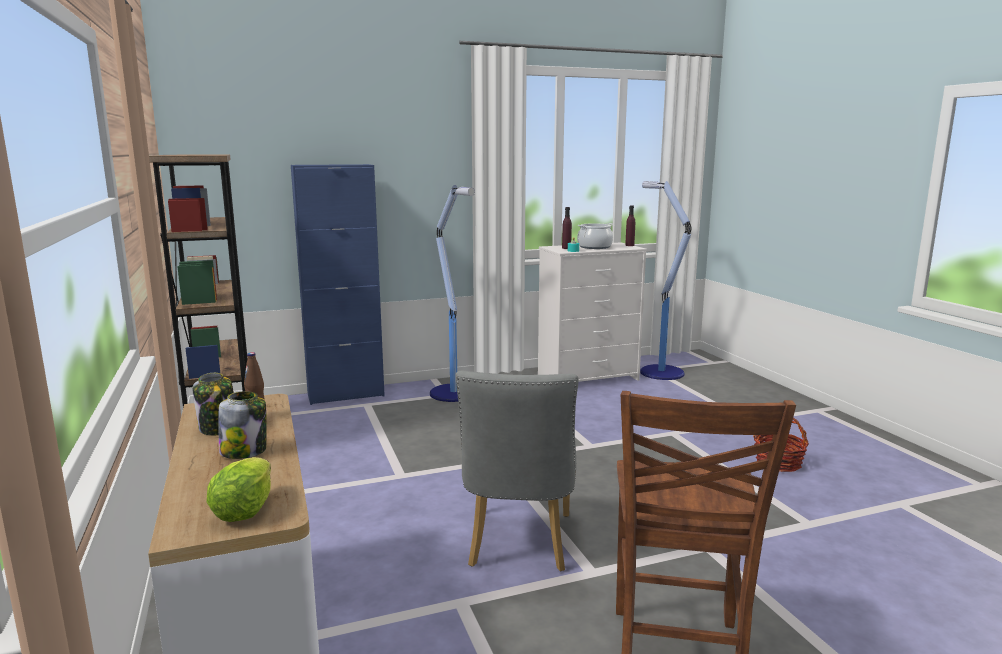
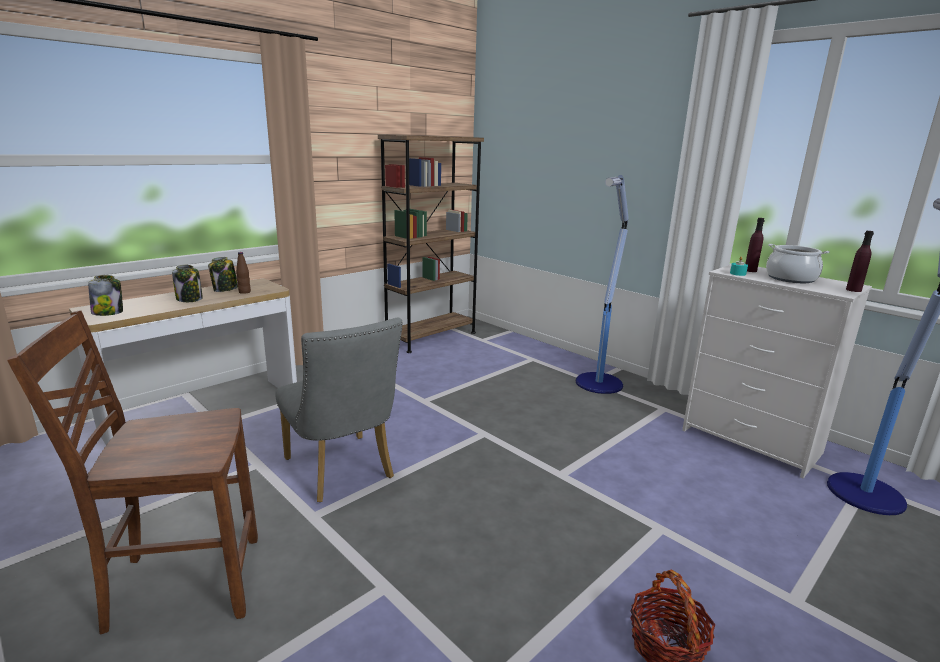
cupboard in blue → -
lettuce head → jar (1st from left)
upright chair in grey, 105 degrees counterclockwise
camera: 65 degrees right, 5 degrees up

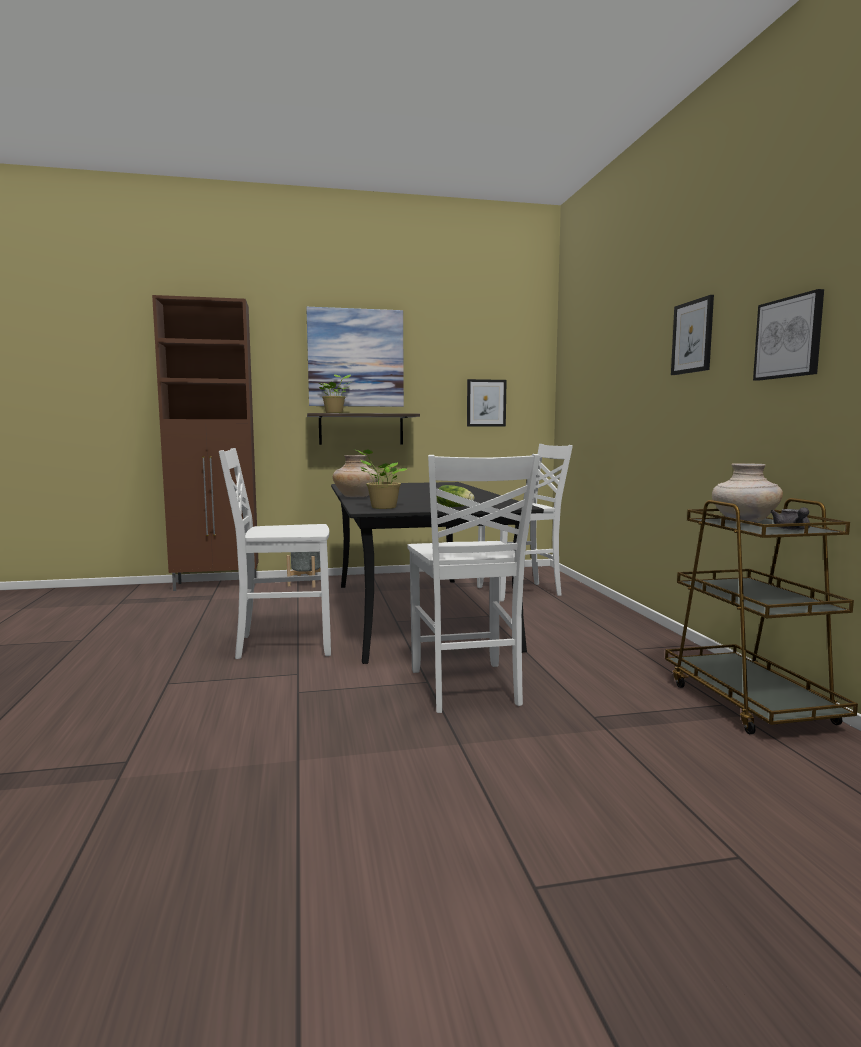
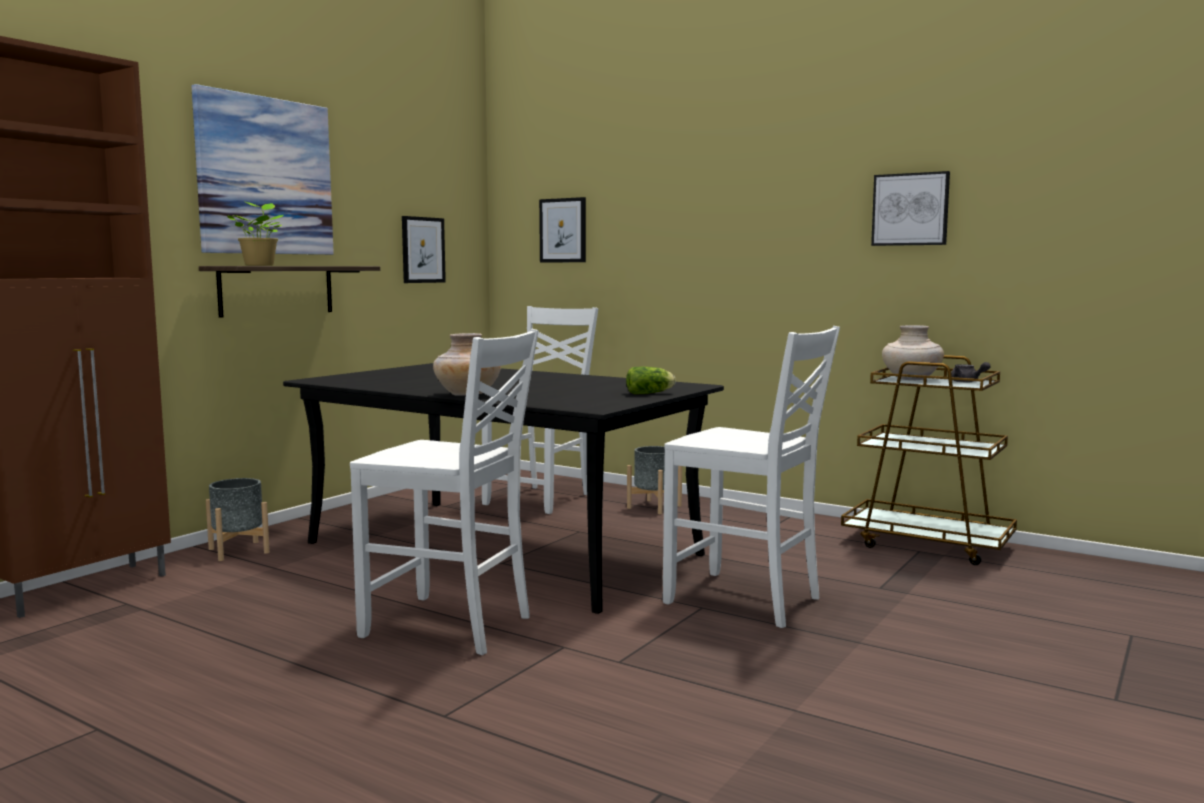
houseplant (2nd from left) → -
- → plant pot in grey (2nd from left)
picture (3rd from left), move
upright chair in whitish (1st from left), 105 degrees counterclockwise
camera: 45 degrees left, 0 degrees up

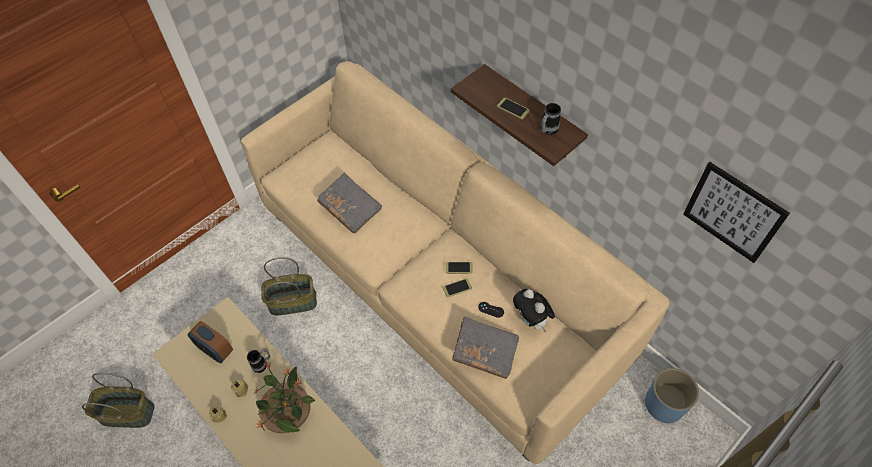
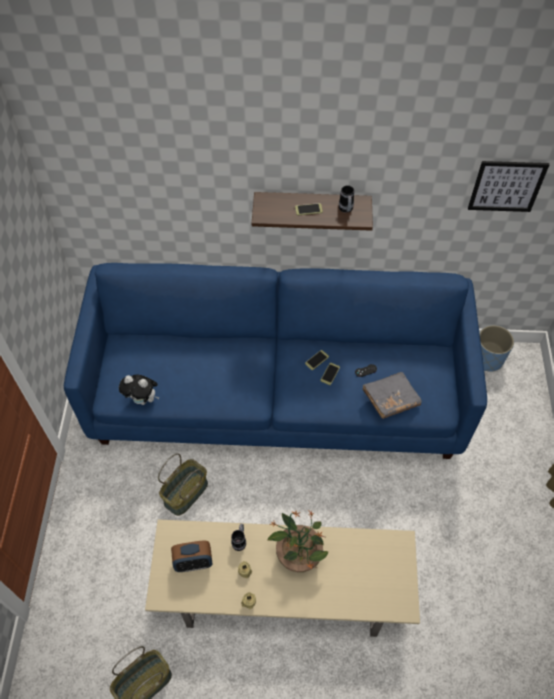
book in grey (1st from left) → -
soft toy, move
sofa in sand-coloured → sofa in blue
camera: 45 degrees left, 0 degrees up

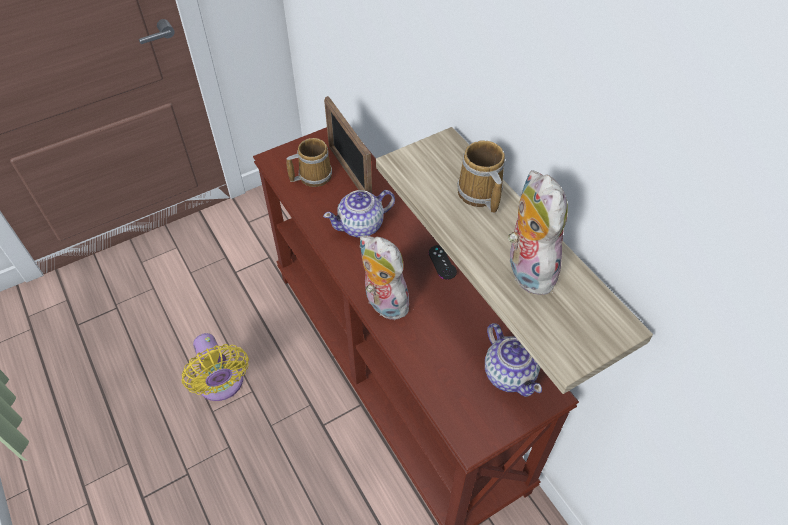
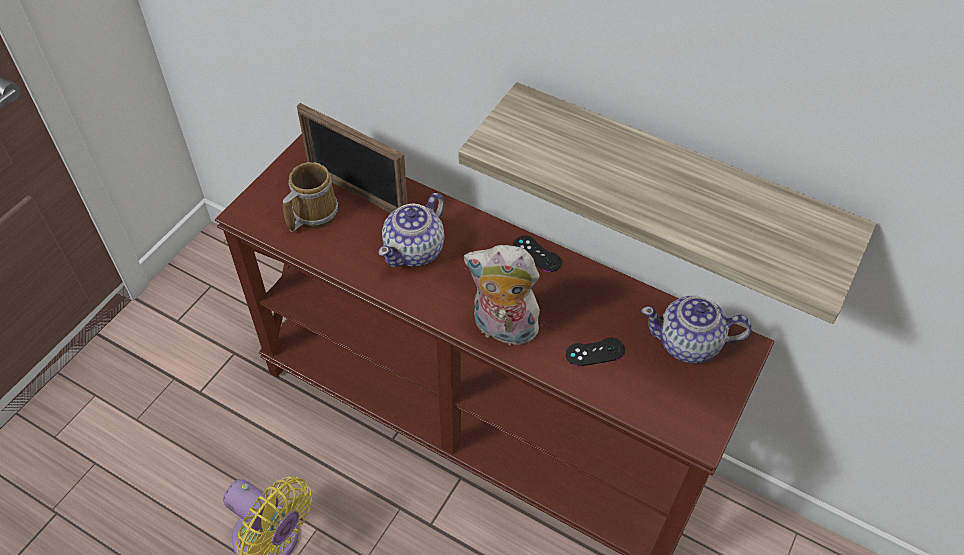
tea mug (2nd from left) → -
soft toy (2nd from left) → -
- → joypad in black-coloured (2nd from left)
tea pot (2nd from left), 150 degrees clockwise
camera: 30 degrees left, 0 degrees up

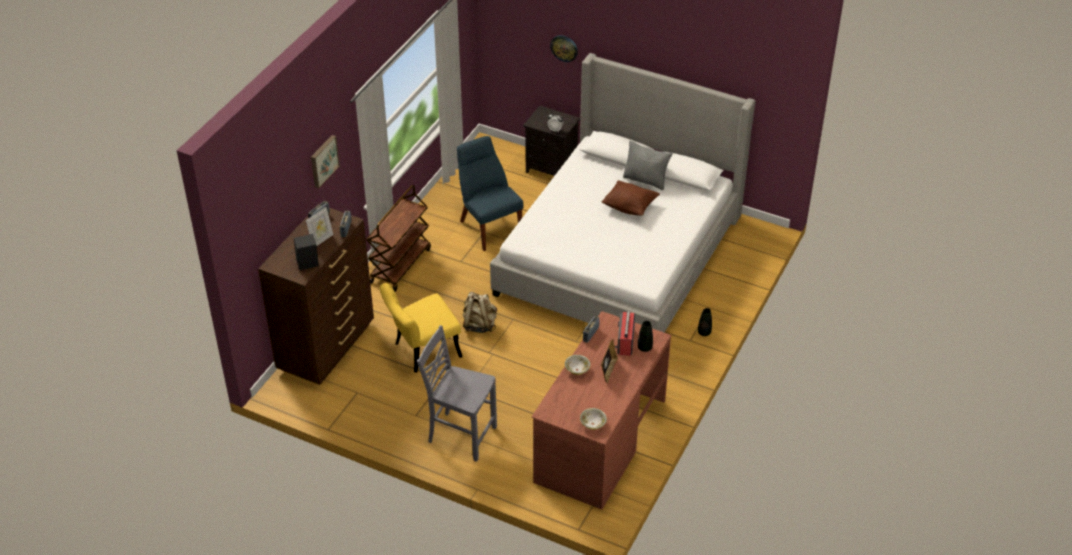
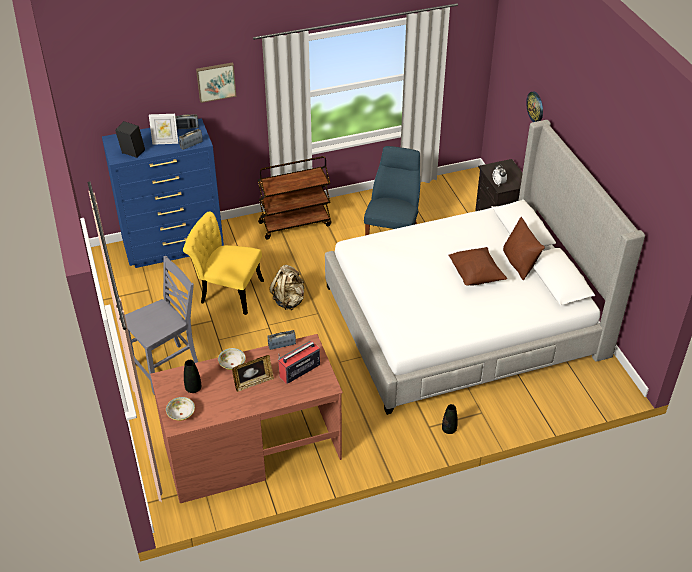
vase in black-coloured (1st from left), move
chest of drawers in brown → chest of drawers in blue
cushion in grey → cushion in brown (2nd from left)
upright chair in grey, 75 degrees clockwise
camera: 45 degrees right, 0 degrees up

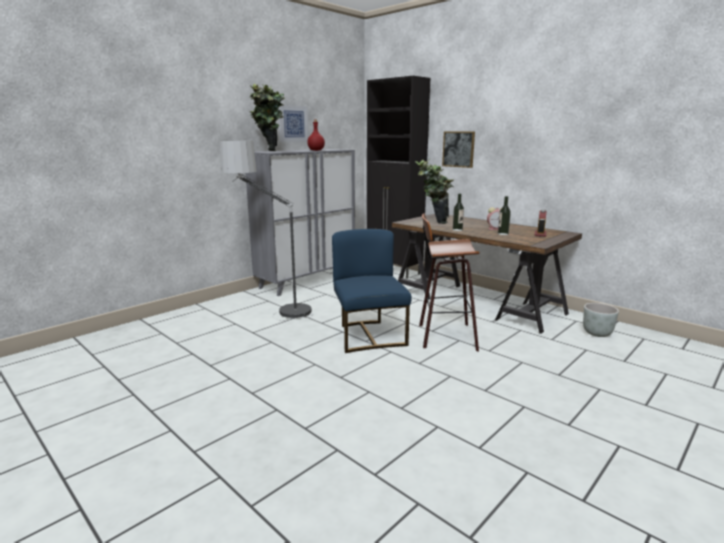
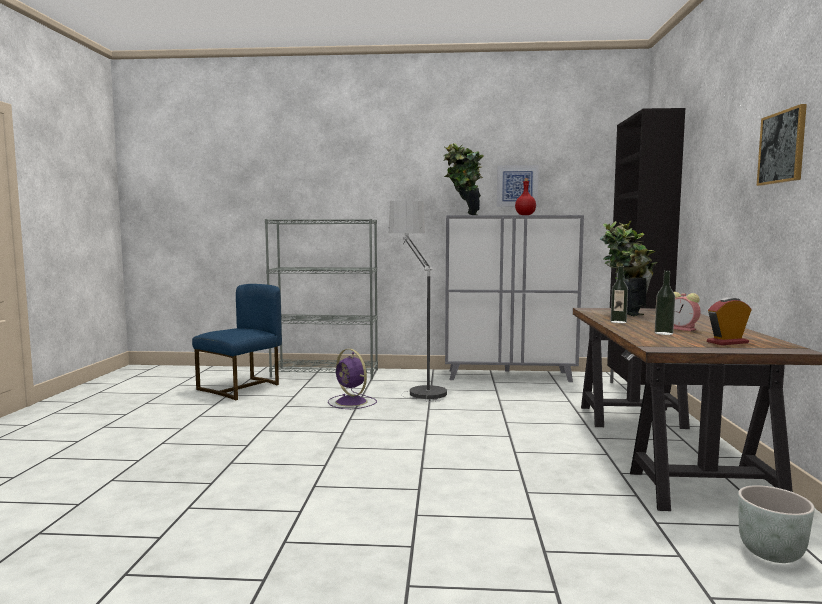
stool → -
- → bookcase in grey
- → fan in purplish
upright chair in blue, move
picture (2nd from left), move
camera: 50 degrees right, 10 degrees down

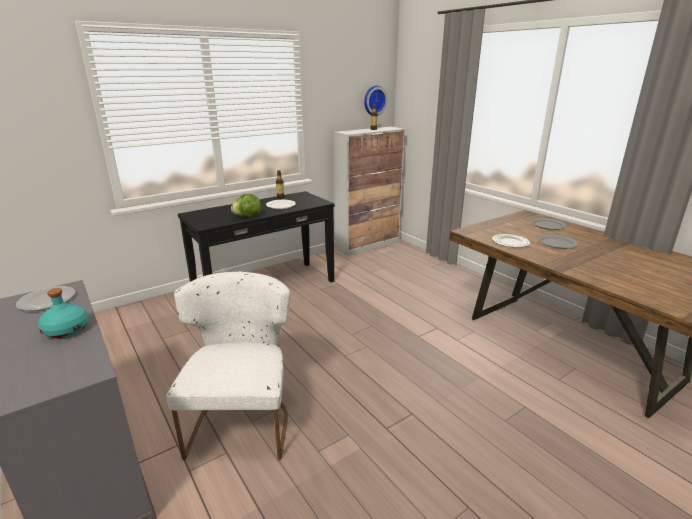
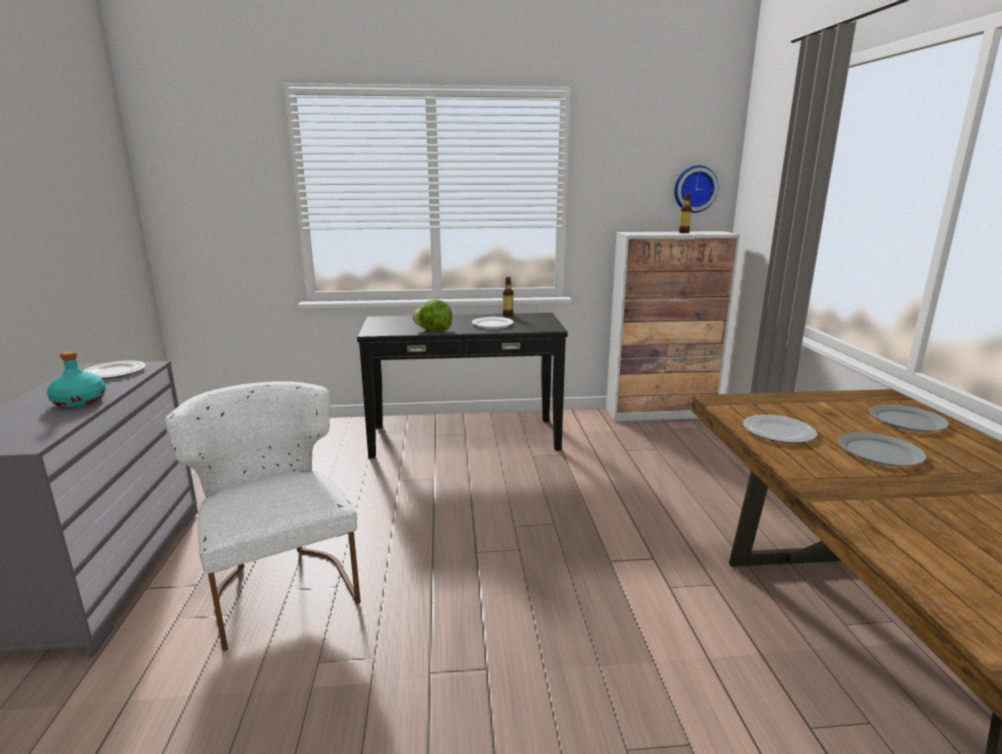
upright chair in whitish, 60 degrees counterclockwise
camera: 30 degrees right, 5 degrees down

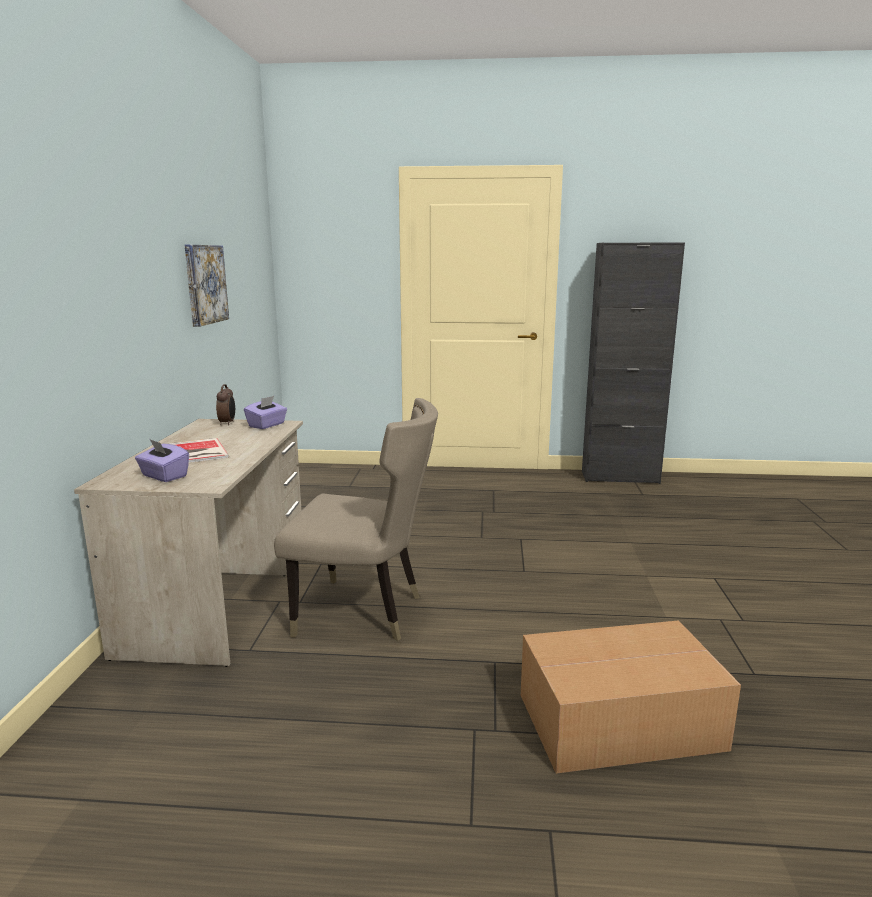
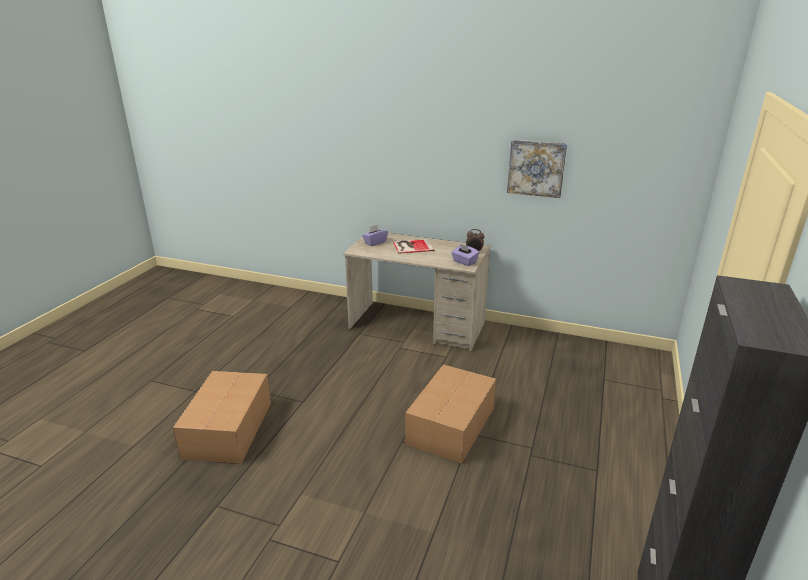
upright chair in sand-coloured → -
- → cardboard box (2nd from left)
camera: 105 degrees right, 10 degrees up

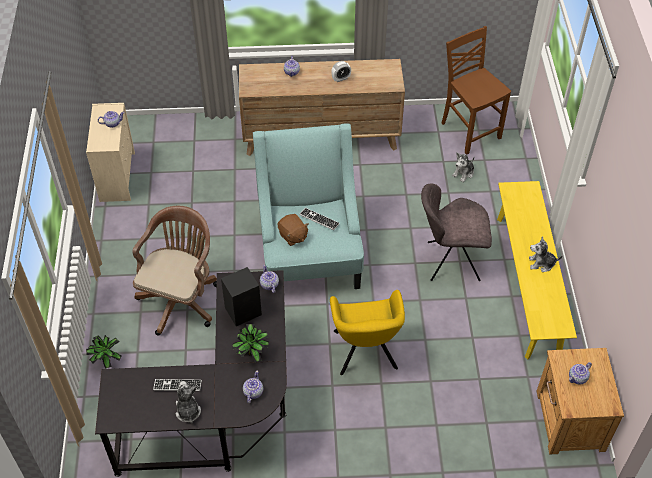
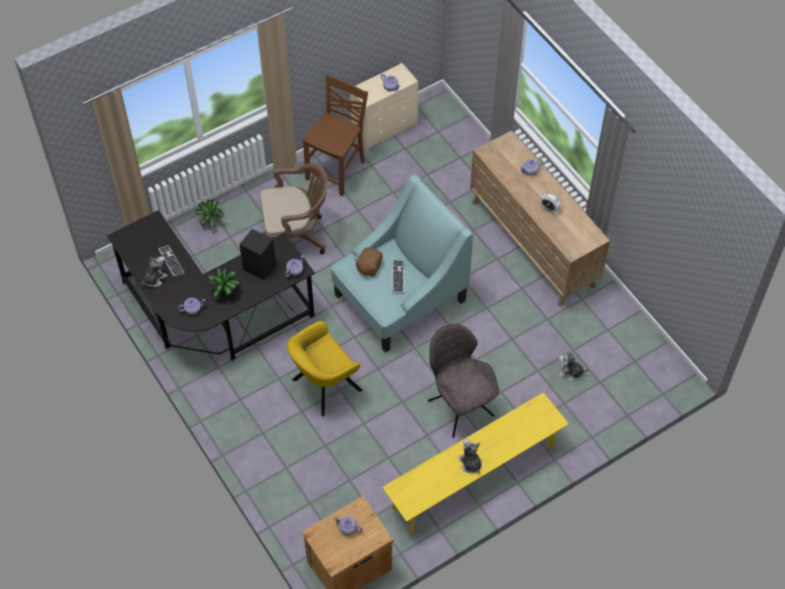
upright chair in brown, move
camera: 60 degrees right, 5 degrees up

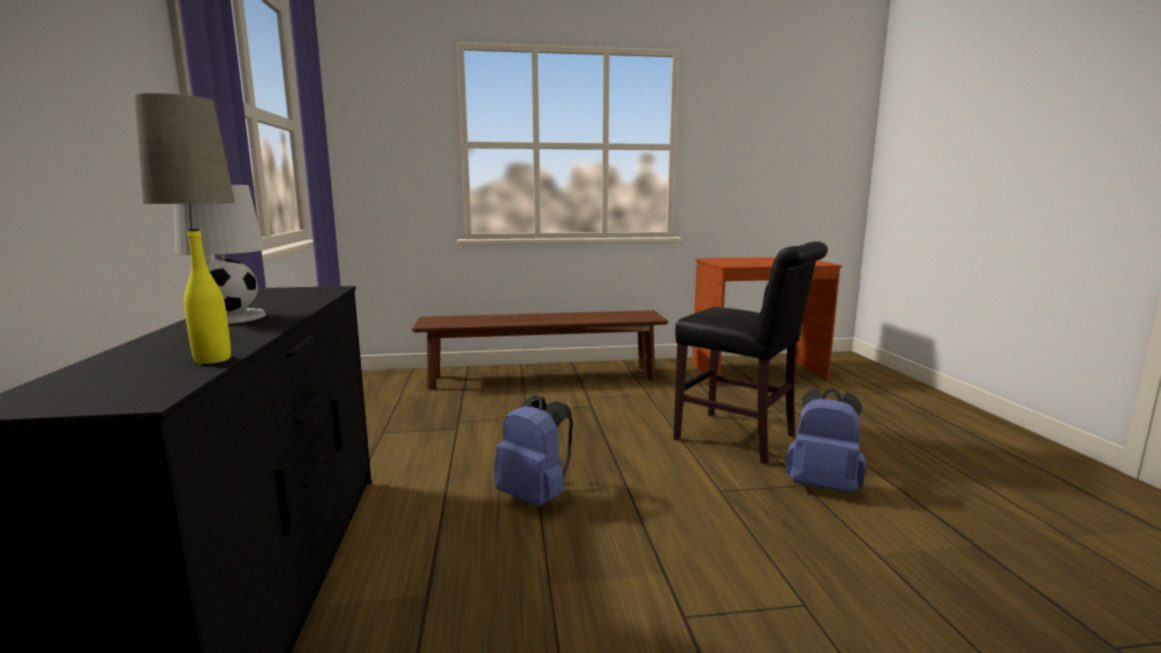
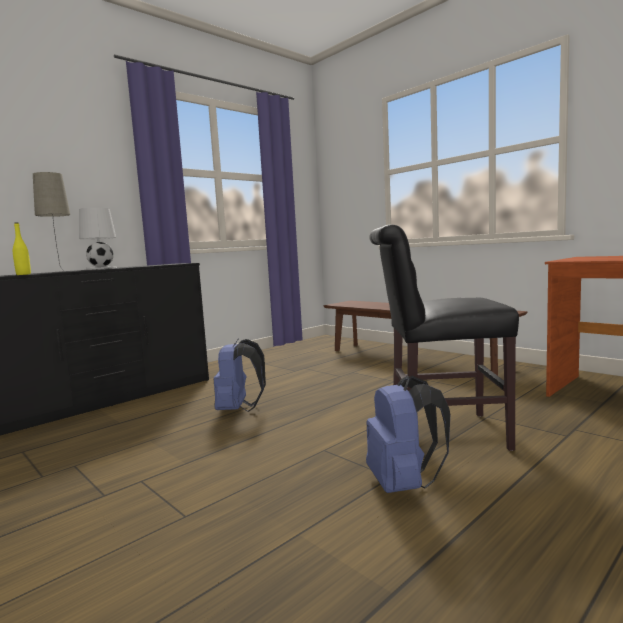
upright chair in black-coloured, 90 degrees clockwise
camera: 55 degrees right, 5 degrees down

